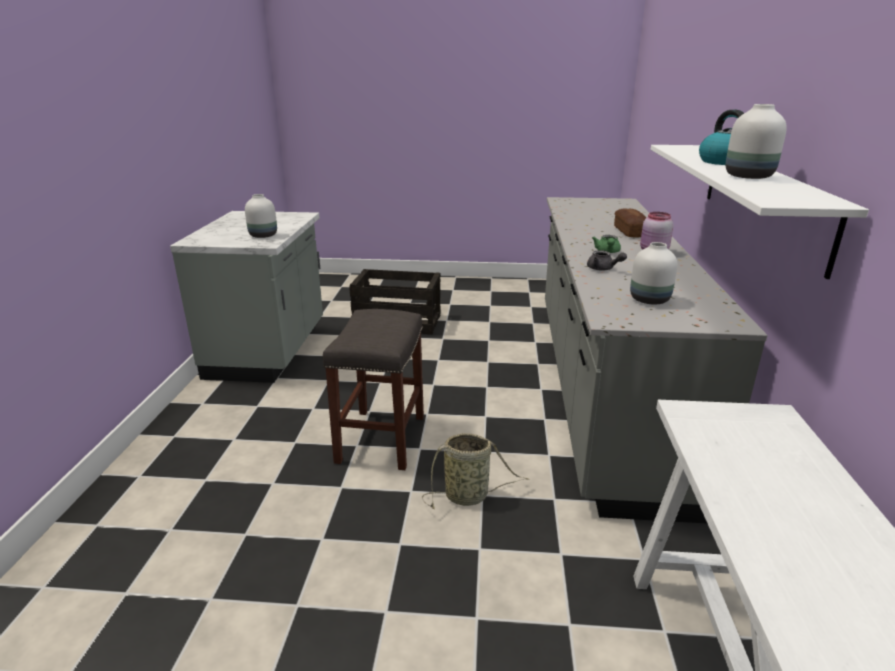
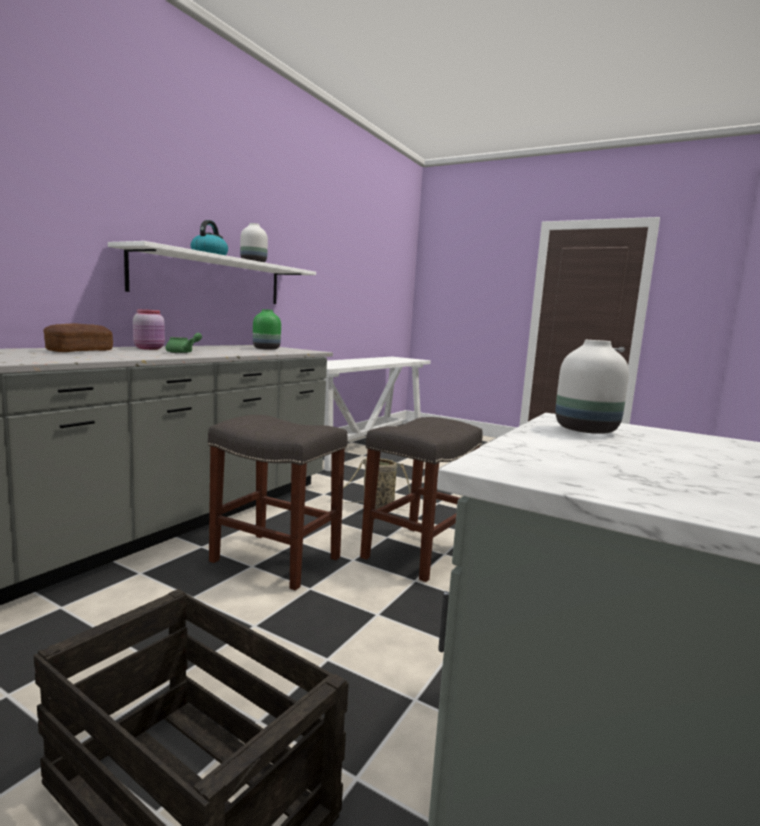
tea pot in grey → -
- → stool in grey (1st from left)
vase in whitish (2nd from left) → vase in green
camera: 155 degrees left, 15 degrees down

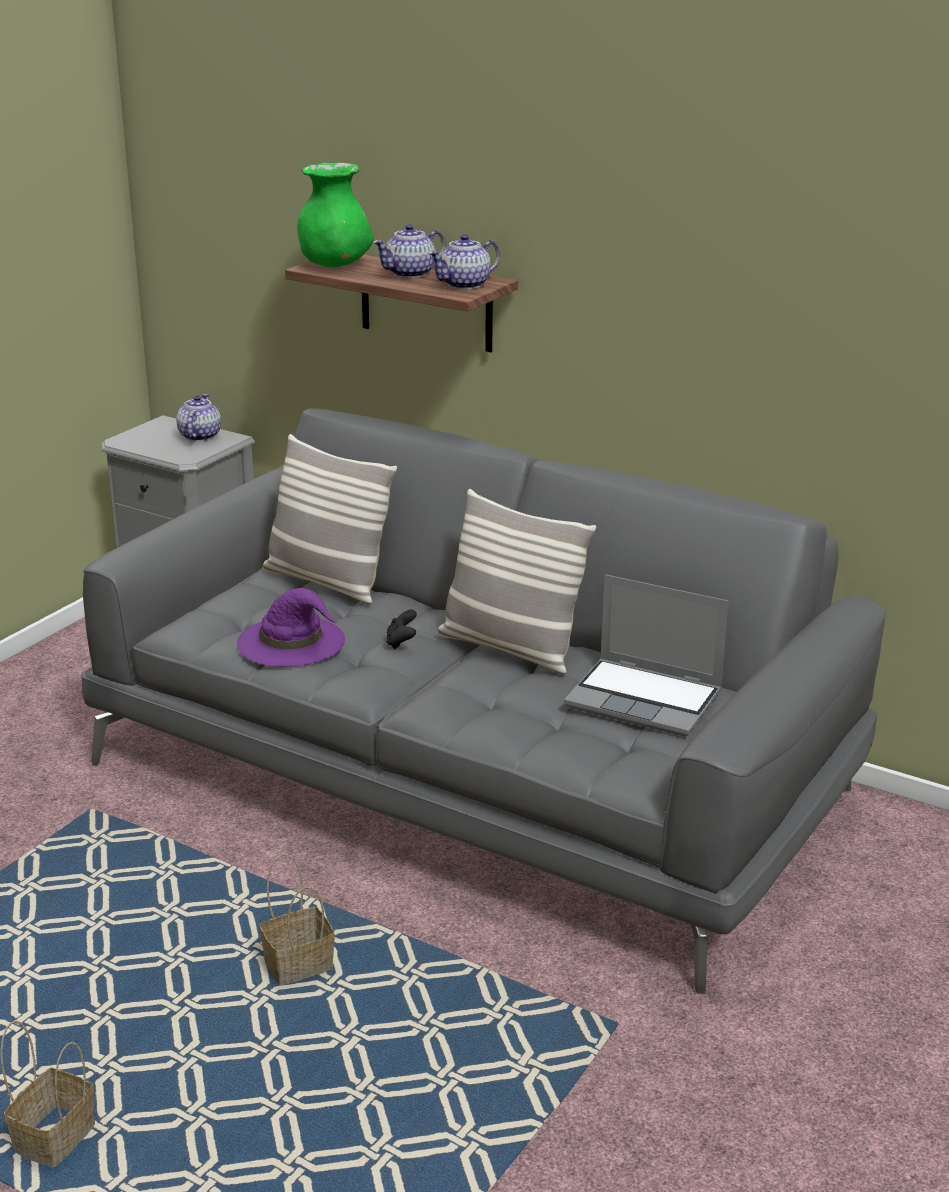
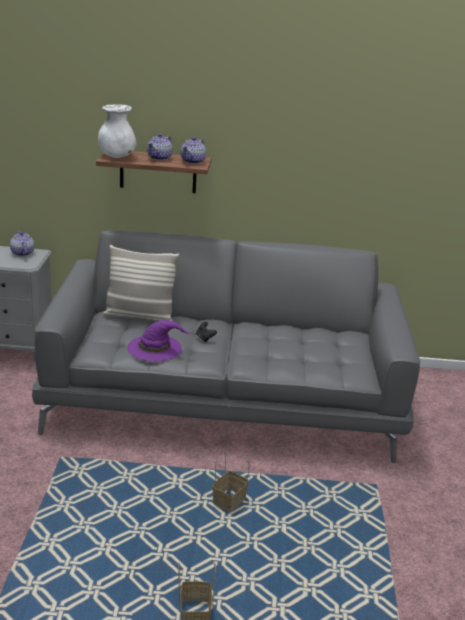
cushion (2nd from left) → -
portable computer → -
vase in green → vase in whitish
camera: 30 degrees left, 0 degrees up

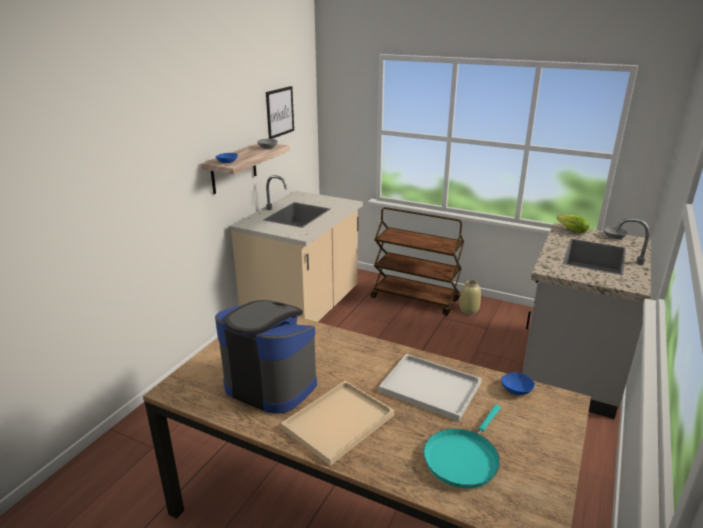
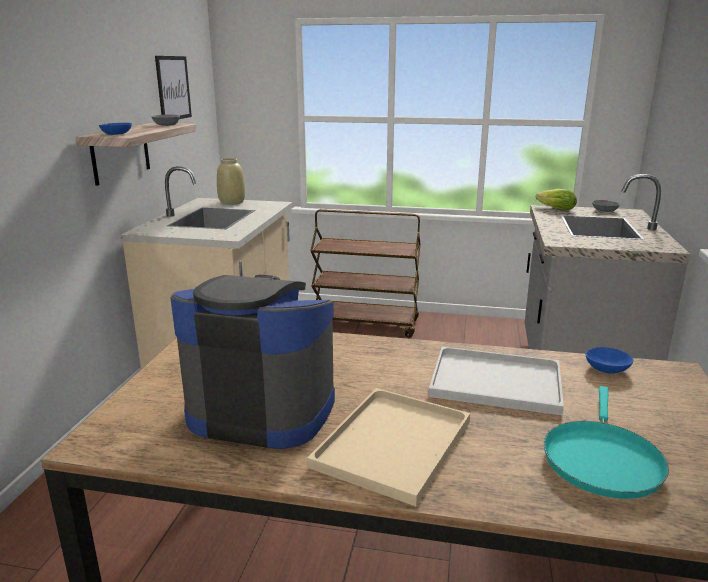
vase in sand-coloured, move
camera: 15 degrees left, 5 degrees down

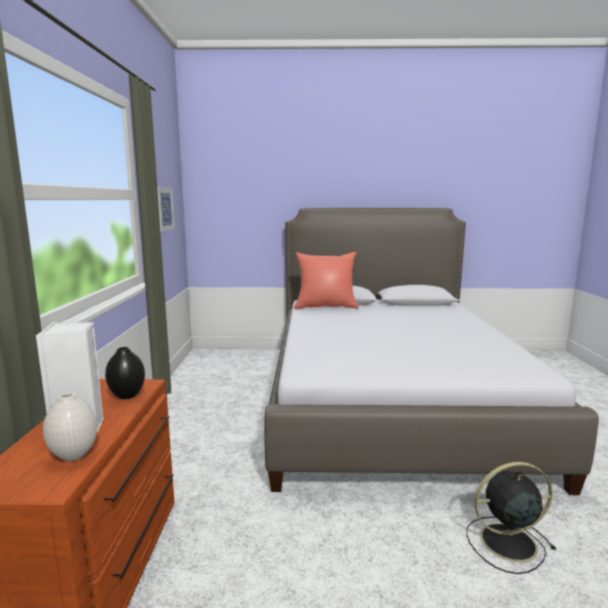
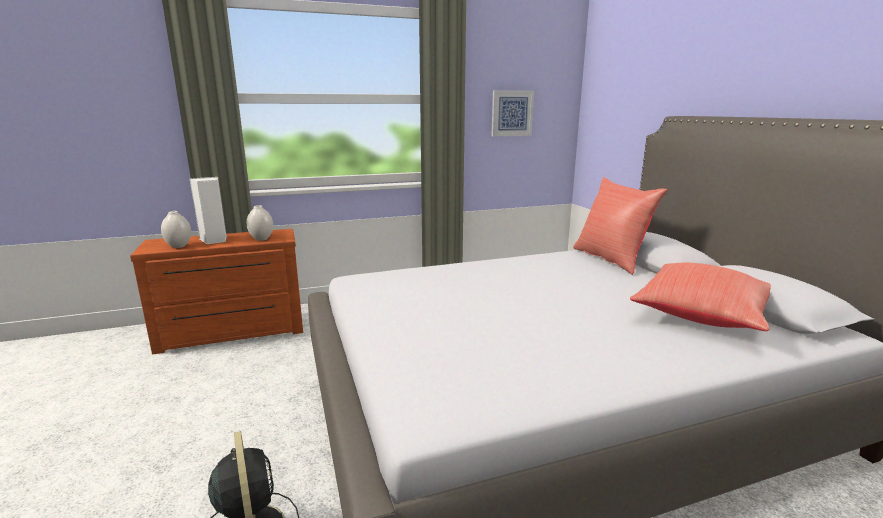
- → cushion in red-coloured (2nd from left)
vase in black-coloured → vase in whitish (2nd from left)
camera: 70 degrees right, 5 degrees up

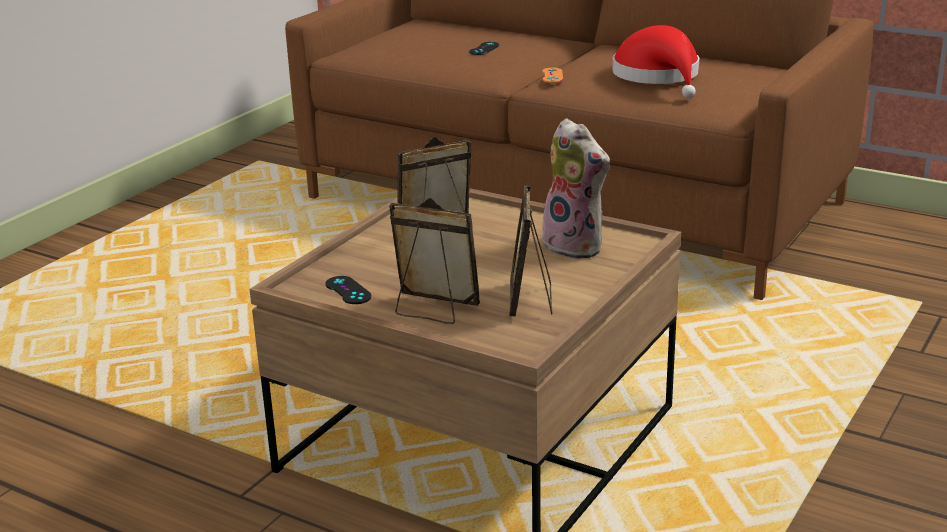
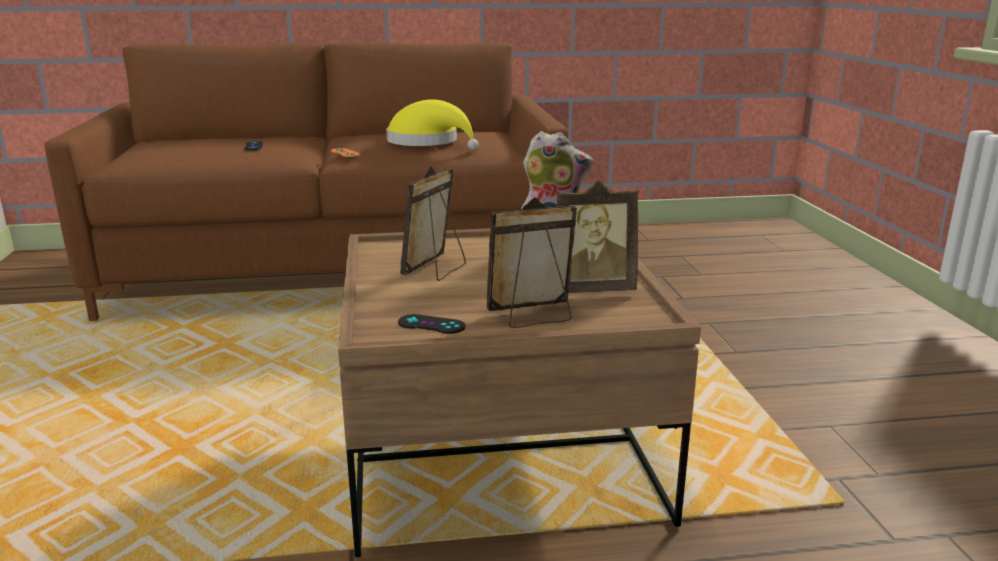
wearable hat in red-coloured → wearable hat in yellow-coloured
picture frame (3rd from left), 60 degrees counterclockwise
camera: 40 degrees left, 5 degrees down

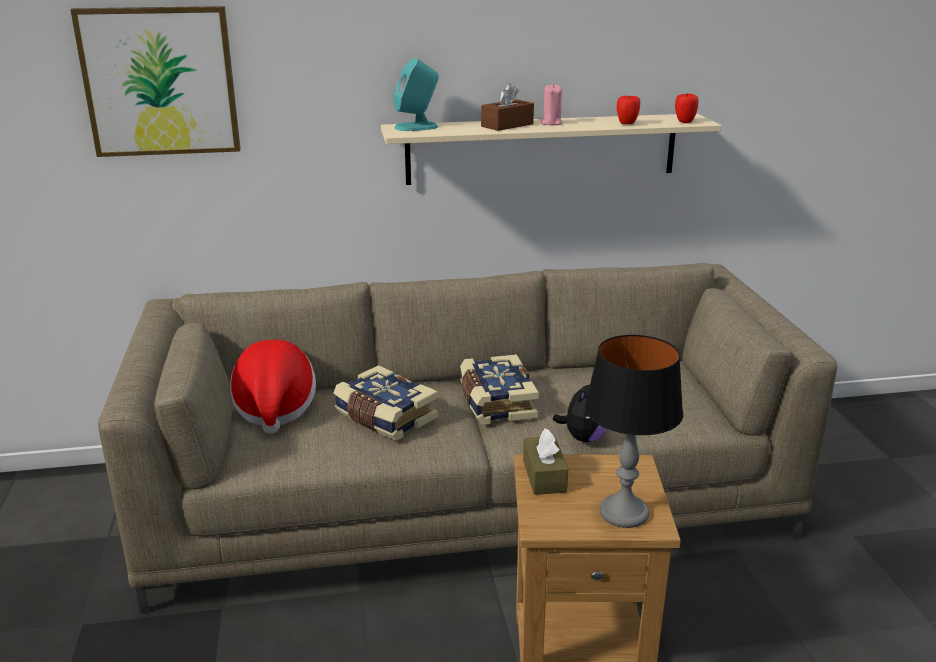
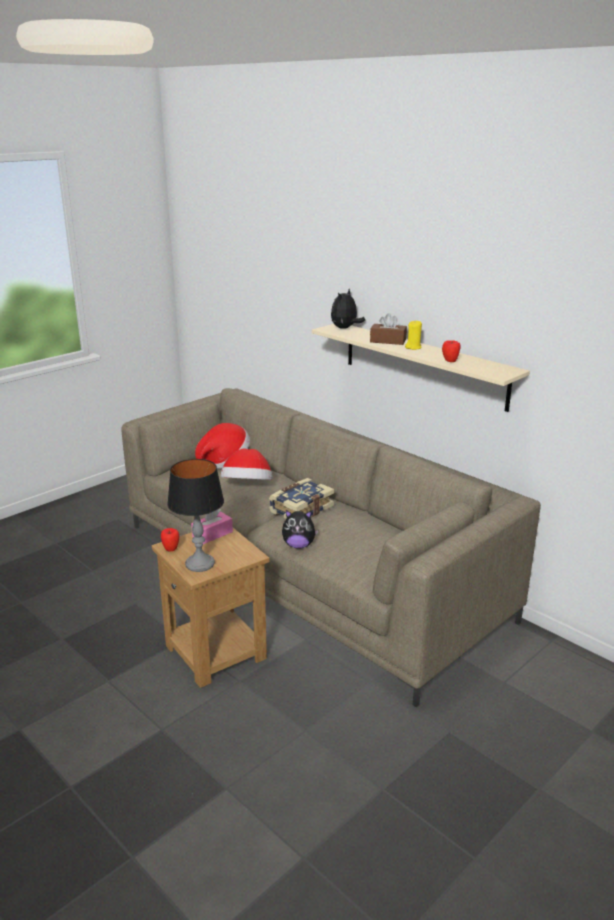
picture → -
apple fruit (2nd from left in the first image) → apple fruit (1st from left), move
book (1st from left) → wearable hat (2nd from left)
loudspeaker in blue-green → soft toy (2nd from left)
tissue holder in brown (2nd from left) → tissue holder in pink
candle in pink → candle in yellow-coloured
camera: 55 degrees right, 0 degrees up

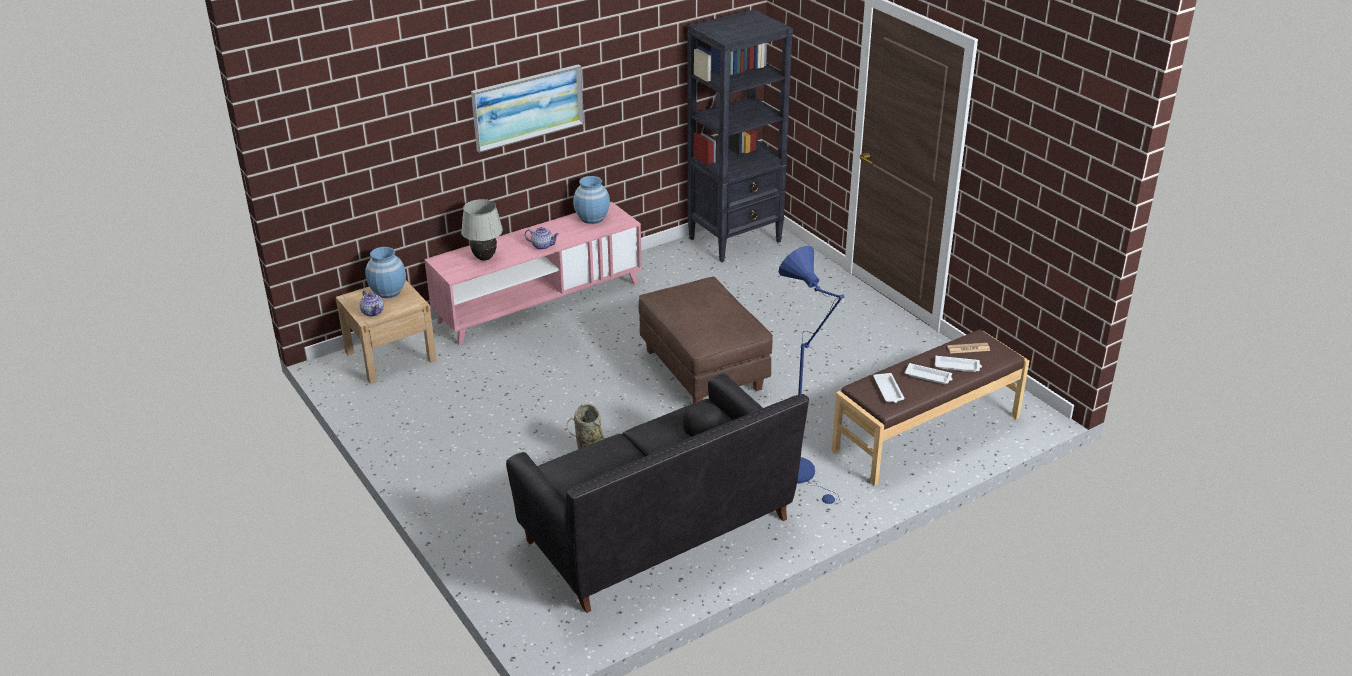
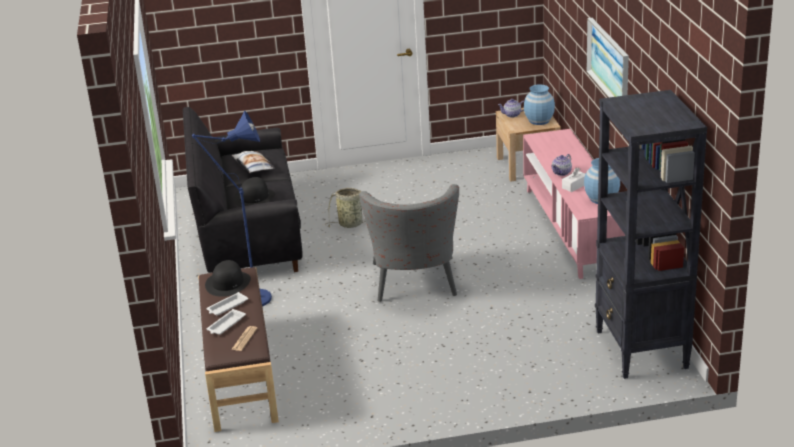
tabletop lamp in whitish → -
- → cushion
- → tissue holder in whitish
footrest in brown → lounge chair in grey
tray in whitish (1st from left) → wearable hat in black-coloured (1st from left)
camera: 115 degrees right, 5 degrees down

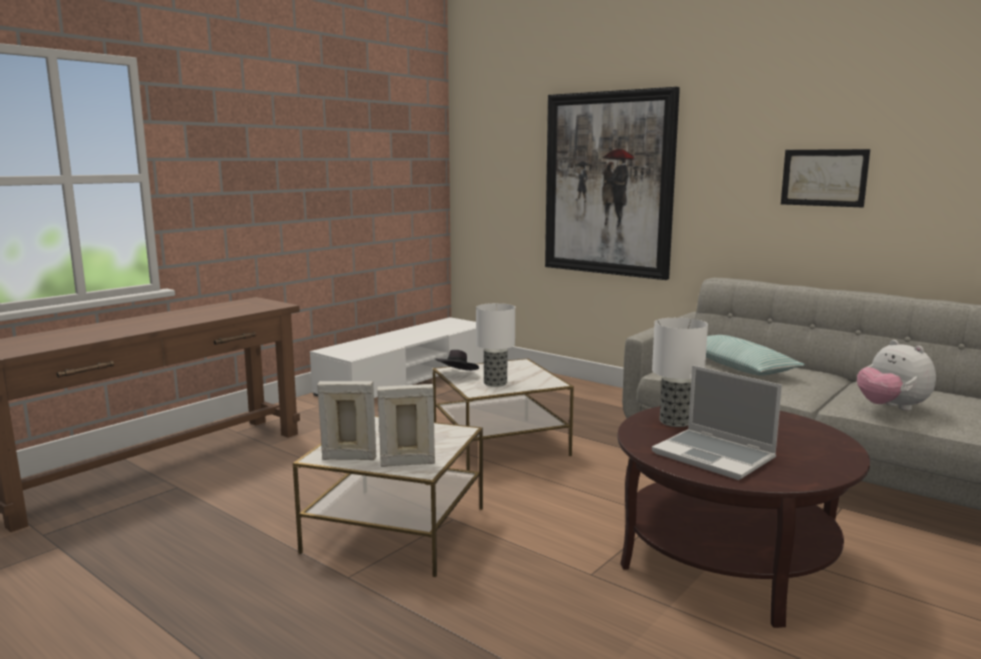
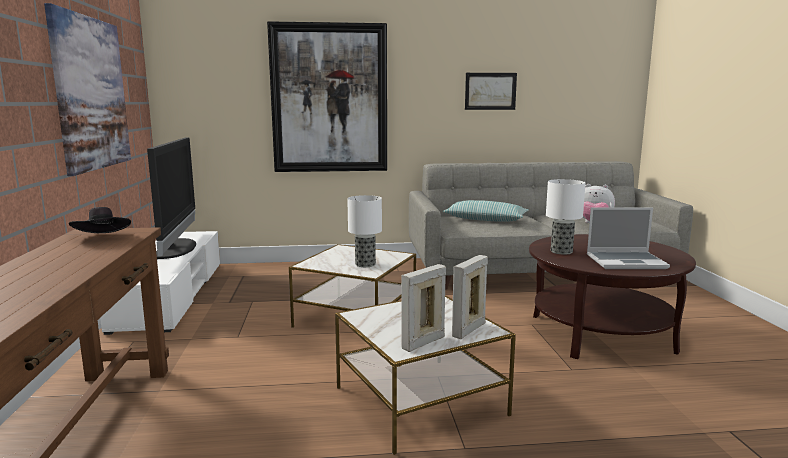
- → picture (1st from left)
- → TV
wearable hat in black-coloured, move
camera: 45 degrees left, 0 degrees up

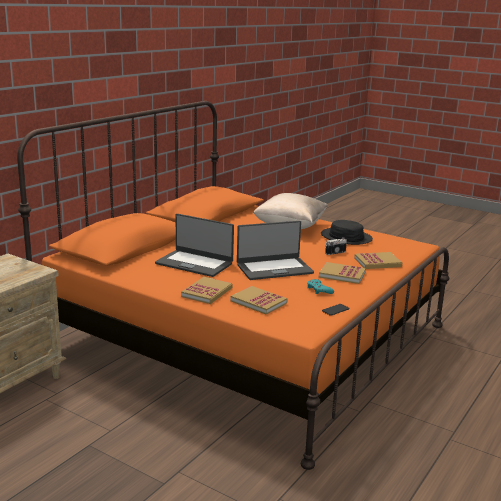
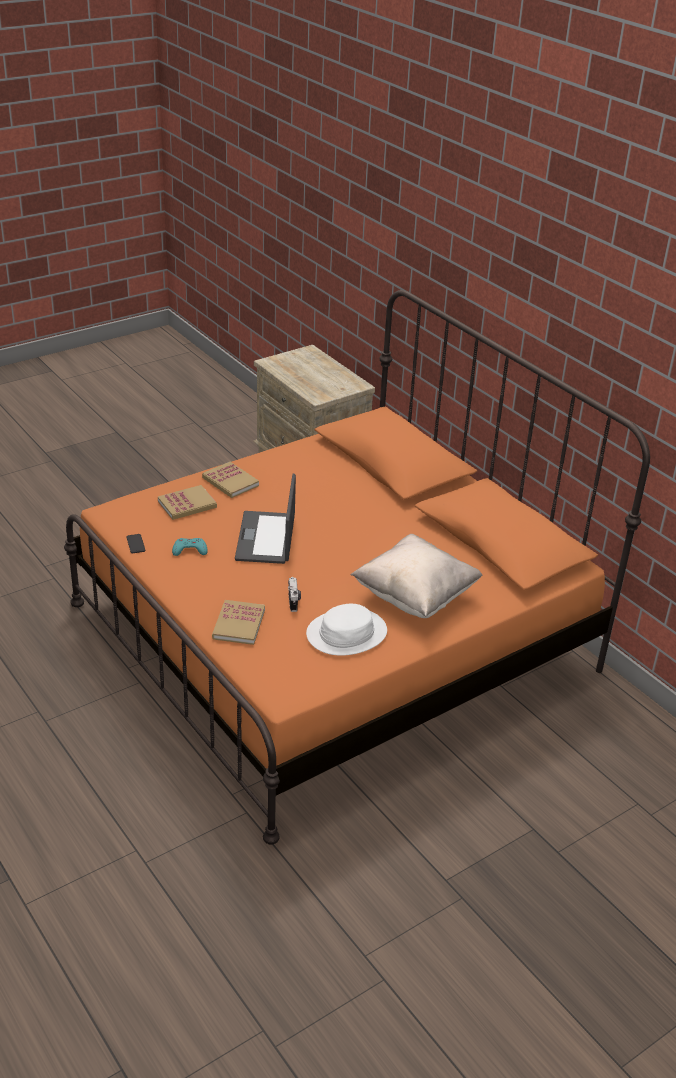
portable computer (1st from left) → -
book (3rd from left) → -
wearable hat in black-coloured → wearable hat in whitish
camera: 110 degrees right, 15 degrees up

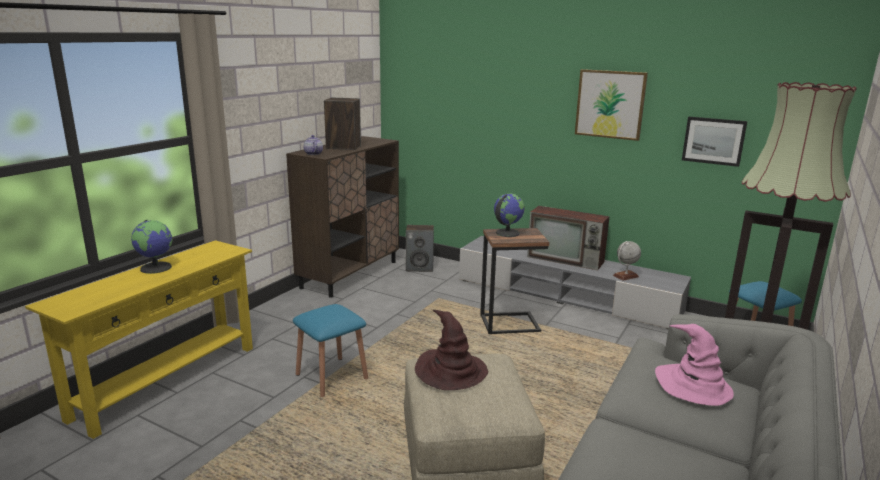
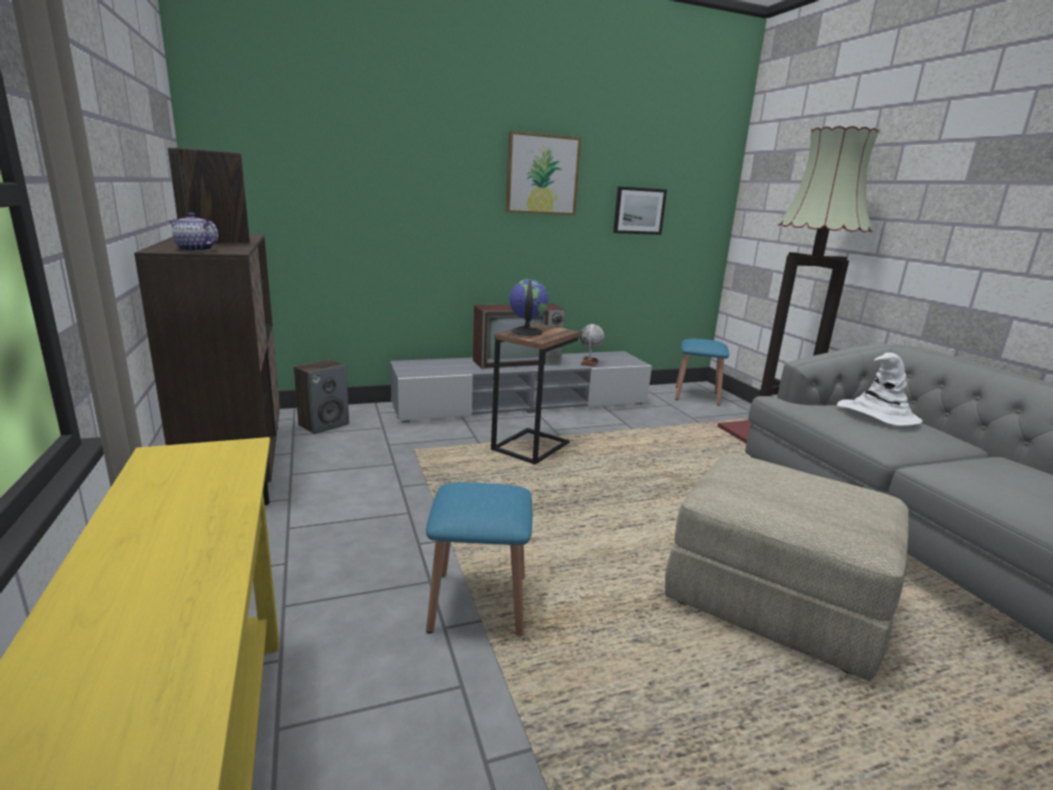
desk globe (1st from left) → -
wearable hat in brown → -
wearable hat in pink → wearable hat in whitish
camera: 50 degrees left, 0 degrees up

